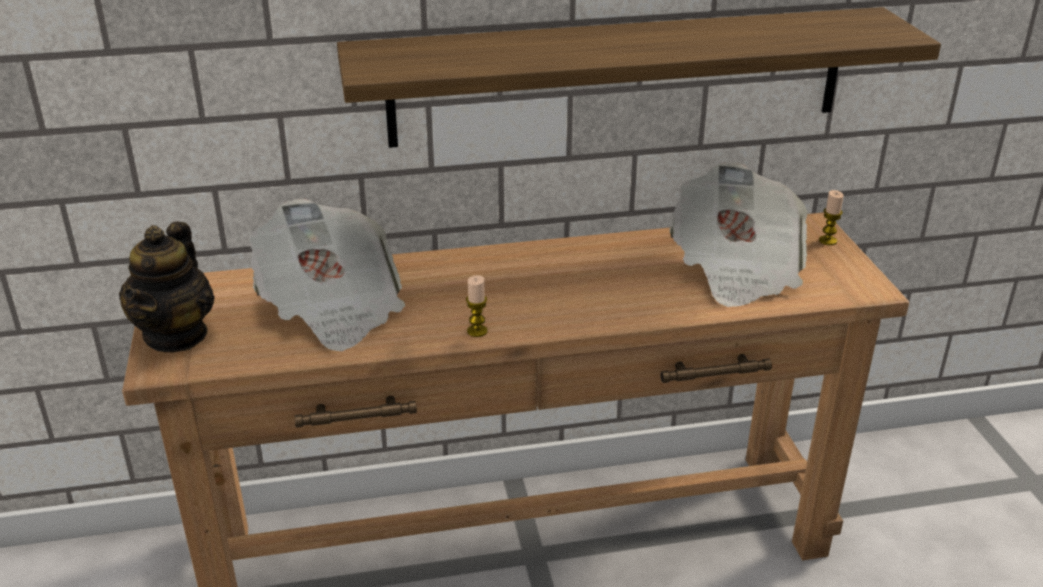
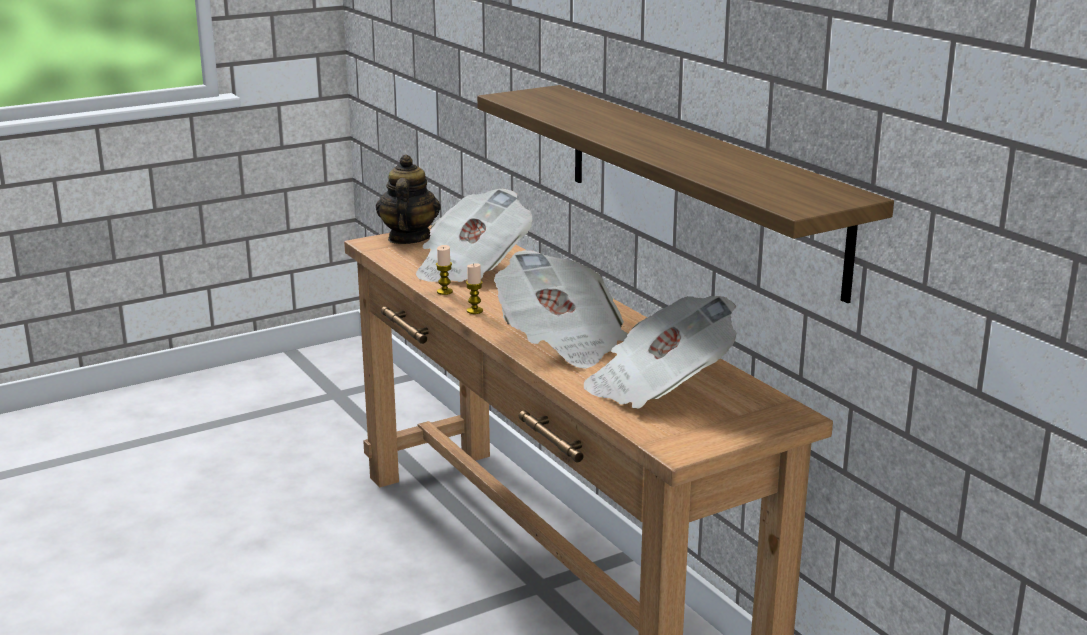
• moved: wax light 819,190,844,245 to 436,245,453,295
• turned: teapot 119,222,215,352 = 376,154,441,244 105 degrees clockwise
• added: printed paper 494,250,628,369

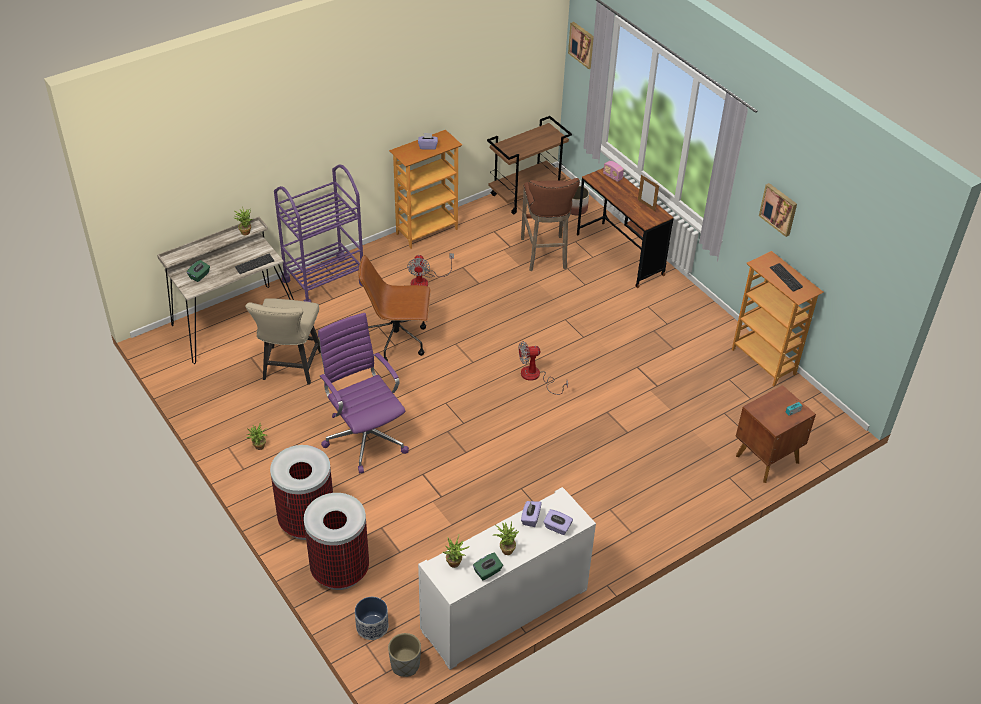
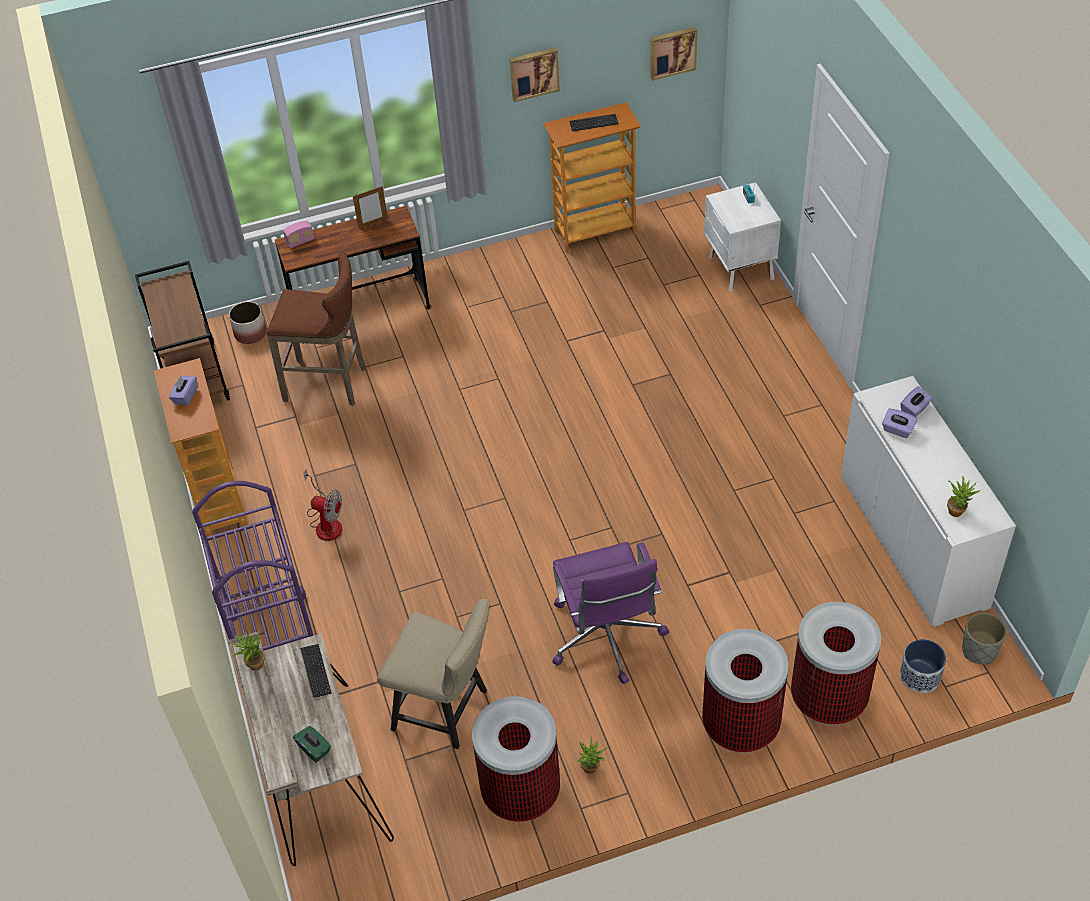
• moved: wall art 568,22,594,69 to 650,27,697,81
• removed: brown-coloured computer chair 358,255,431,361
• turned: purple-coloured computer chair 318,313,409,474 = 552,542,669,684 90 degrees counterclockwise
• removed: cooling fan 519,341,568,395
• recoloured: brown-coloured night table 736,385,816,483 to white-coloured night table 704,182,781,292
• removed: houseplant 493,521,519,555
• removed: green-coloured tissue holder 473,553,503,580
• added: waste bin 472,696,560,822

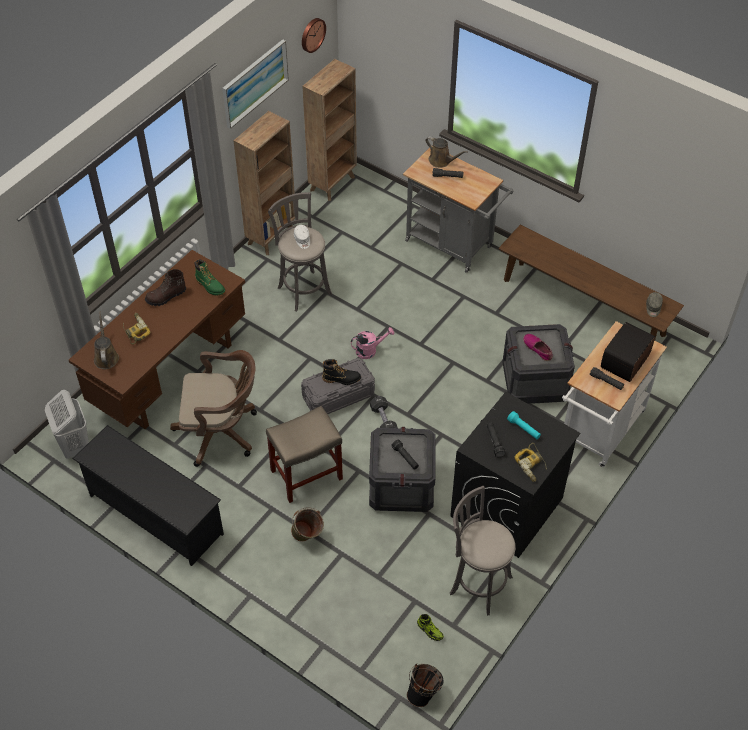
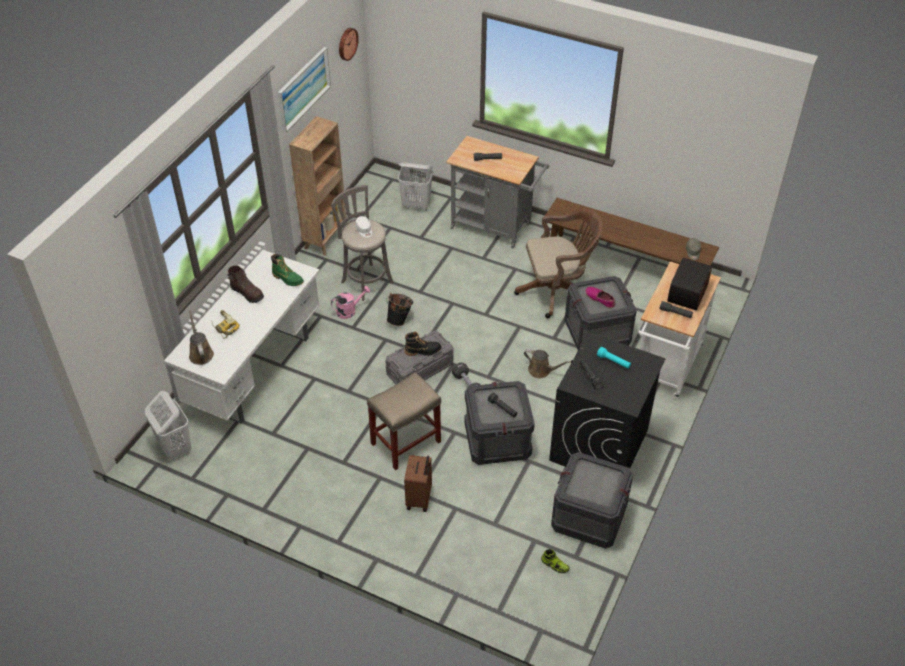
• removed: brown-coloured bookshelf 302,59,357,201
• moved: brown-coloured sprinkling can 425,136,468,168 to 524,349,571,378
• recoloured: brown-coloured desk 69,250,245,429 to white-coloured desk 164,250,320,424
• turned: brown-coloured boot 145,269,186,306 = 227,266,264,303 105 degrees counterclockwise
• moved: pink sprinkling can 351,327,394,359 to 331,286,370,319
• moved: brown-coloured computer chair 170,350,257,467 to 514,209,602,318
• removed: black shoe shelf 72,425,224,566
• removed: drill 515,443,547,482
• replaced: gray stool 450,486,516,616 to shipping crate 551,452,633,549
• replaced: green-coloured pail 291,507,324,542 to brown-coloured piece of luggage 404,455,432,512
• moved: black pail 407,663,444,707 to 387,293,413,326
• added: white-coloured laundry basket 398,163,433,211

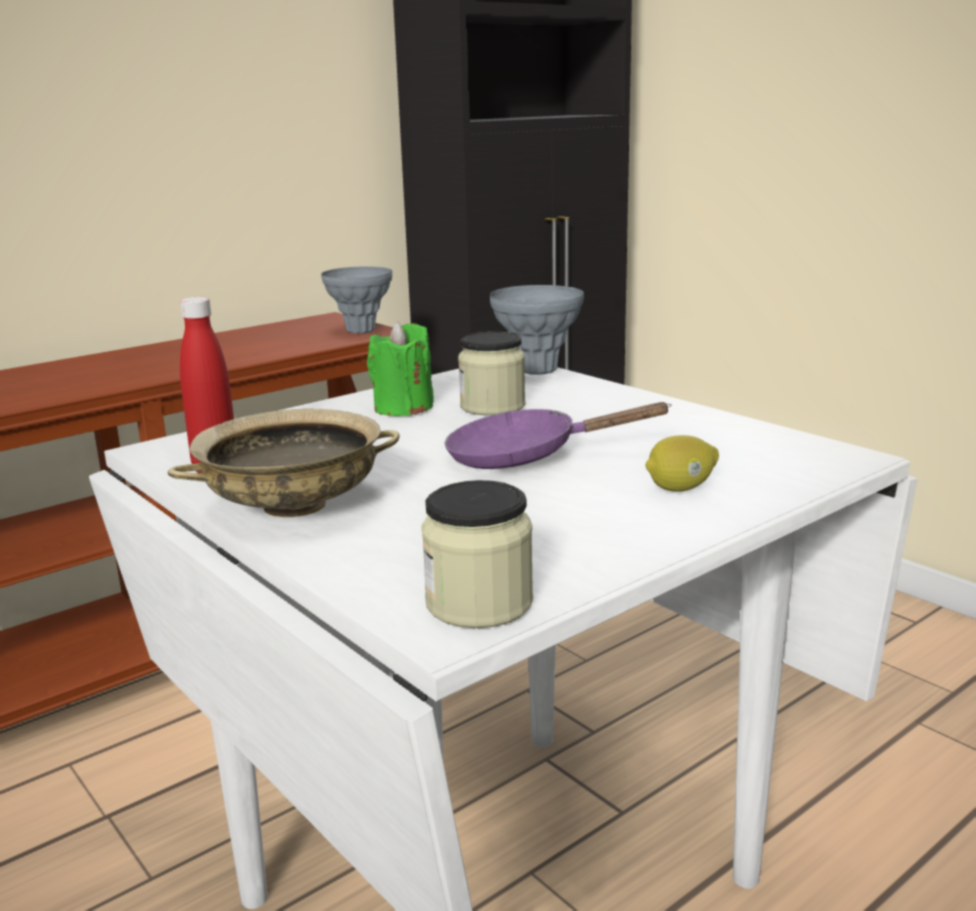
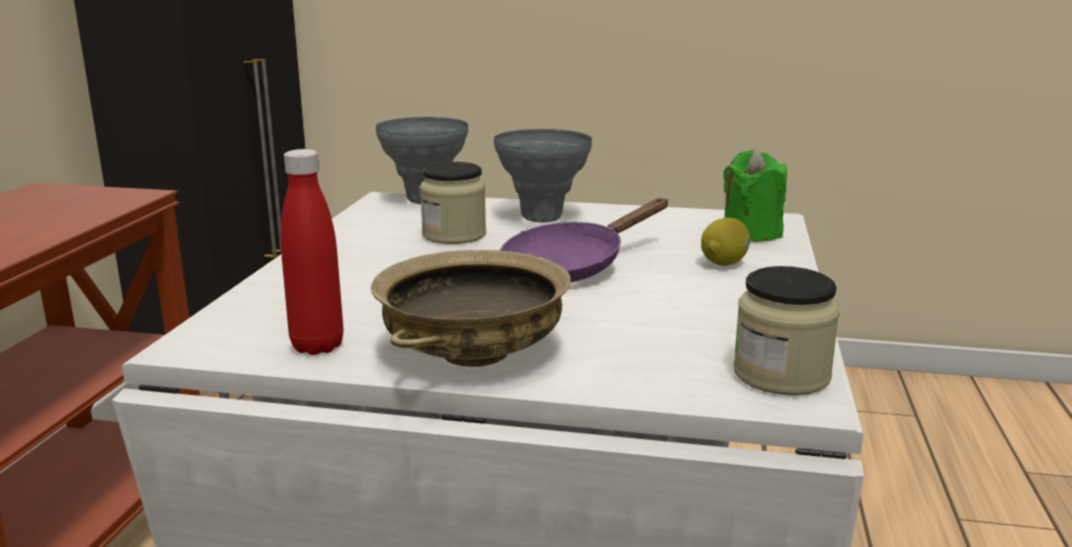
• moved: gray decorative vase 321,266,392,334 to 494,129,592,222
• moved: green-coloured wax light 367,321,434,416 to 723,149,787,242

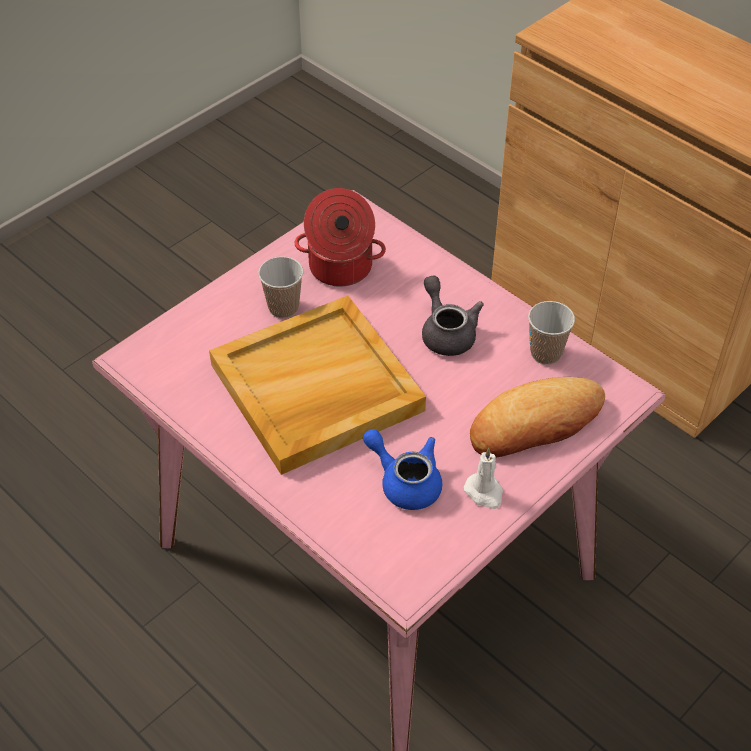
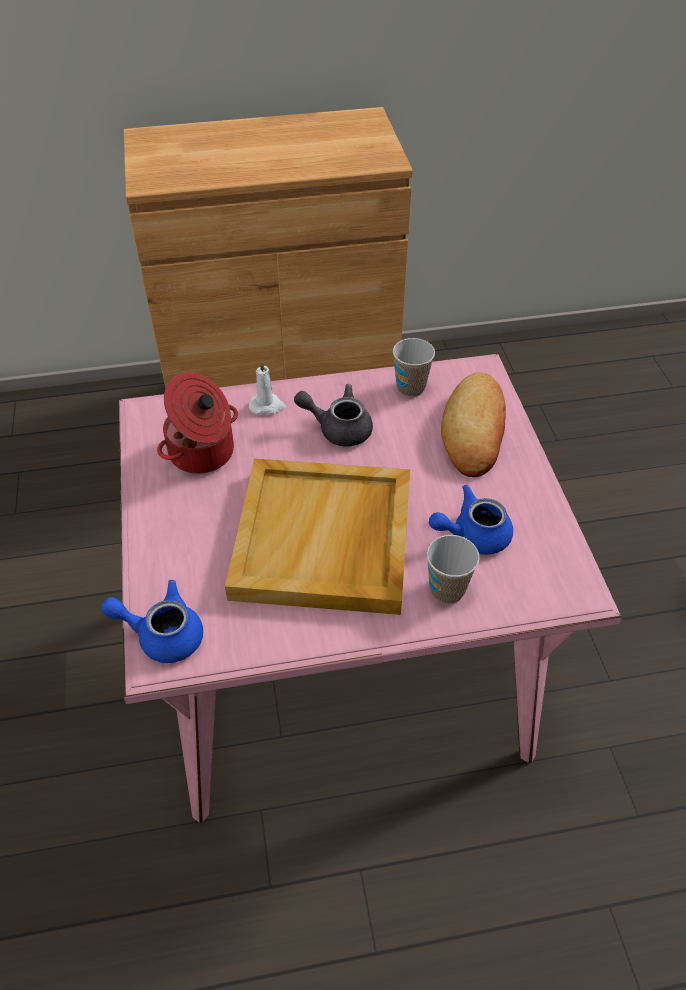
• moved: small cup 258,256,303,318 to 426,535,480,604
• moved: white-coloured wax light 464,448,503,509 to 249,360,286,415
• added: blue teapot 101,580,203,663

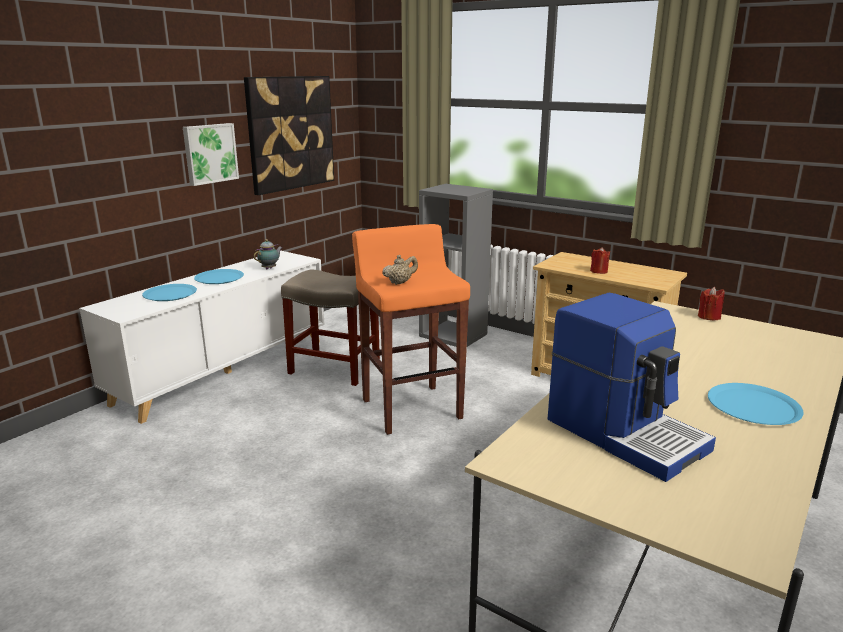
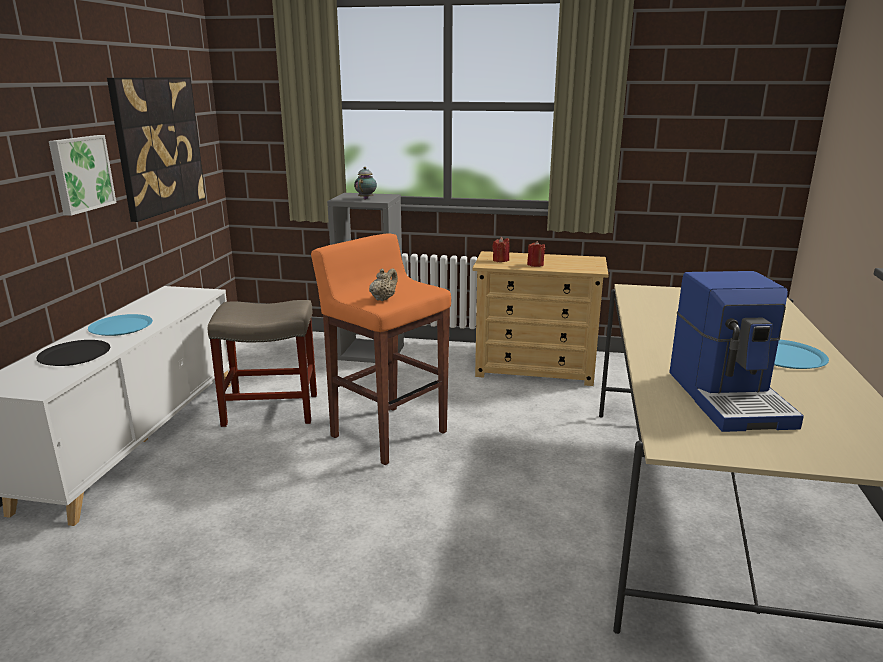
• moved: teapot 254,239,283,270 to 354,167,377,199
• recoloured: blue dinner plate 142,284,197,301 to black dinner plate 36,340,110,366
• moved: reddish wax light 698,287,725,320 to 492,237,510,262
• turned: coffee maker 548,293,716,482 = 669,271,804,432 60 degrees clockwise

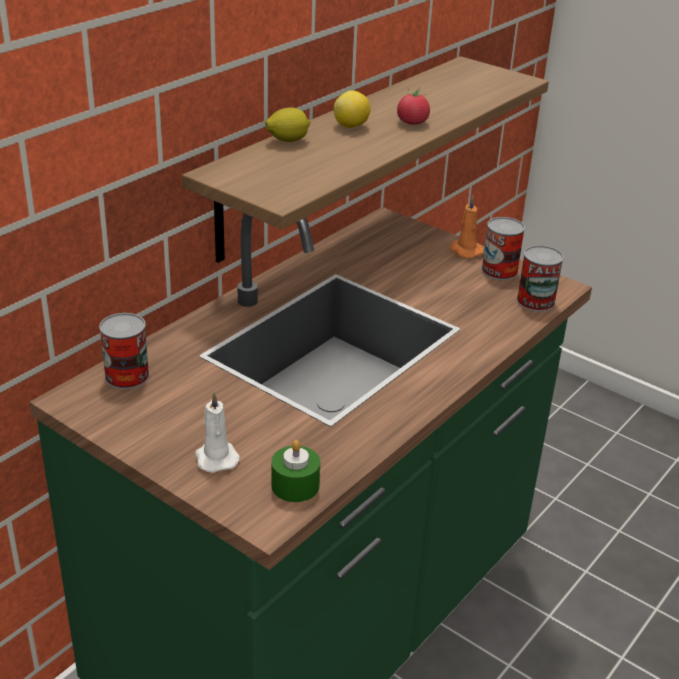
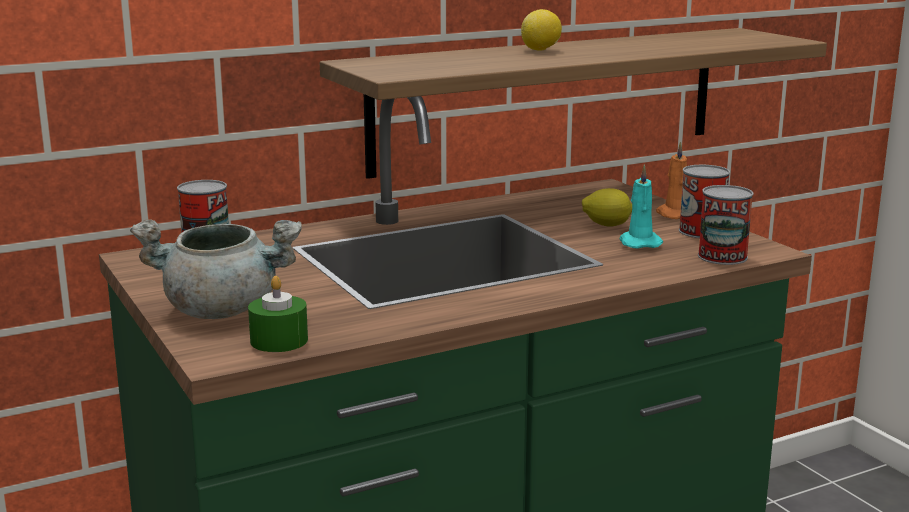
• removed: tomato 397,87,430,125
• moved: whole lemon 265,107,311,142 to 582,188,632,227
• replaced: white-coloured wax light 195,391,240,473 to gray stockpot 130,219,301,319
• added: blue-green wax light 620,164,663,249

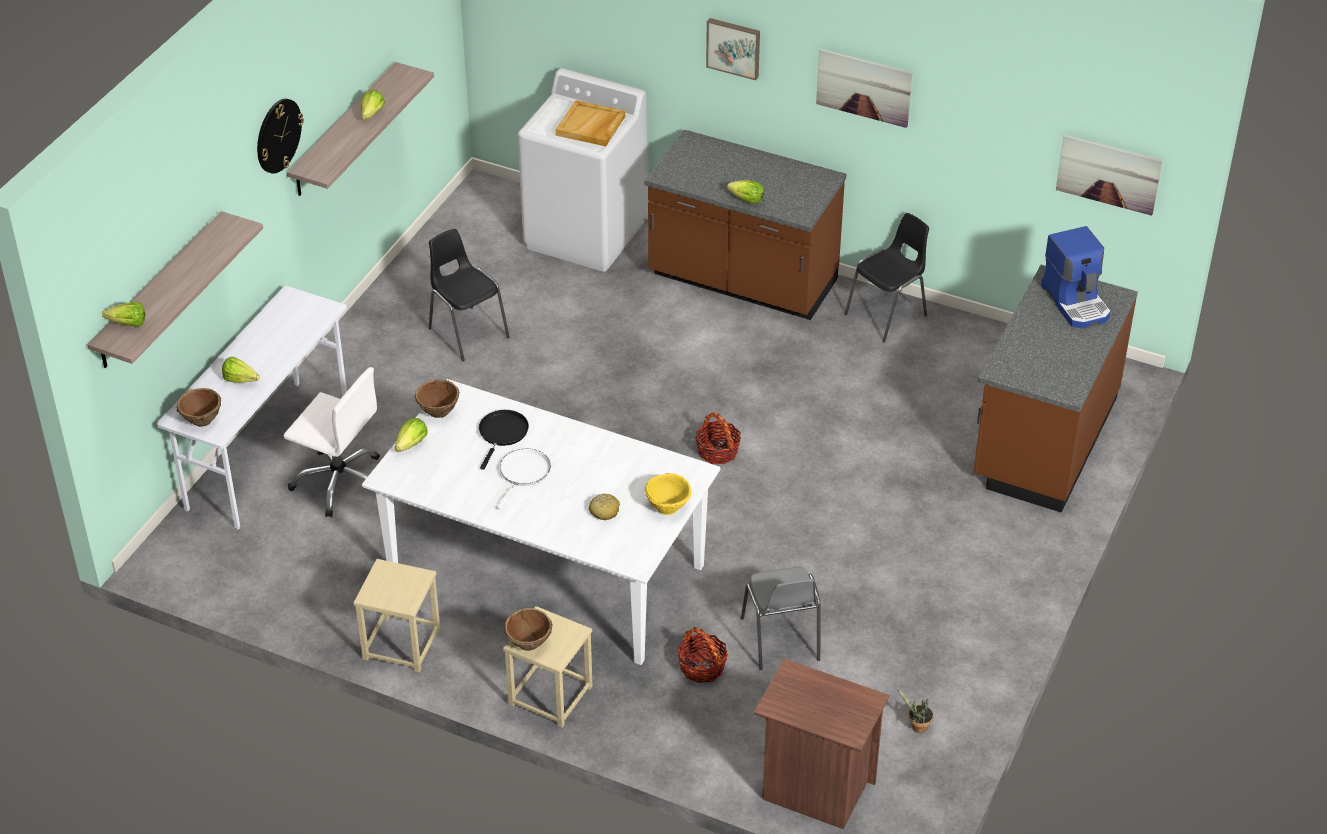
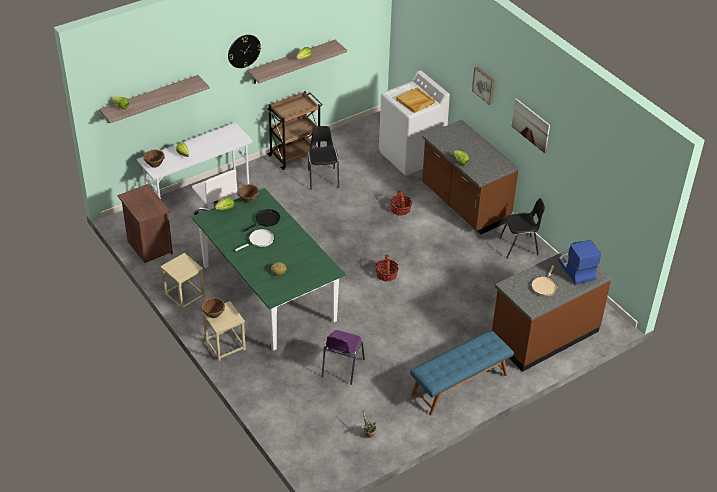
• removed: wall art 1056,134,1163,216
• turned: coffee maker 1041,226,1111,329 = 559,240,601,285 150 degrees clockwise
• recoloured: white-coloured dinner table 362,379,721,665 to green-coloured dinner table 192,188,346,351
• removed: yellow bowl 645,473,692,515
• recoloured: gray chair 741,567,820,670 to purple-coloured chair 322,330,365,385
• moved: storage basket 678,627,728,683 to 390,190,412,216
• moved: brown-coloured night table 754,659,889,829 to 117,184,173,263
• added: brown-coloured trolley 266,91,323,170
• added: sand-coloured skillet 532,265,558,296
• added: blue long seat 410,330,514,416

